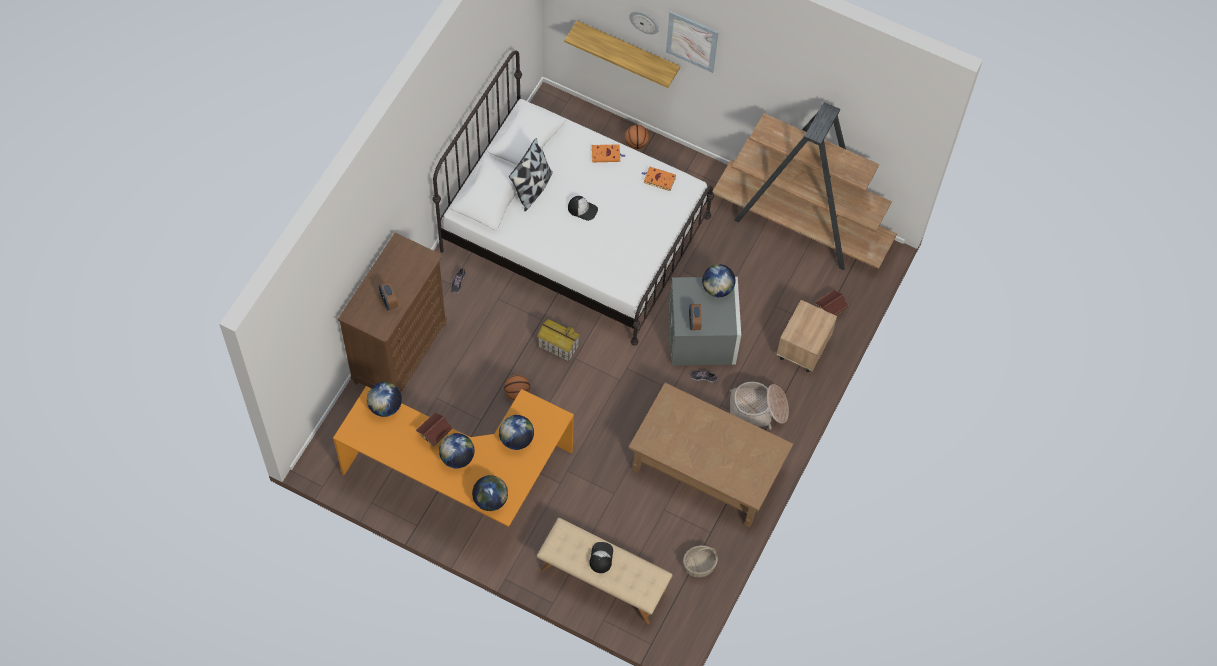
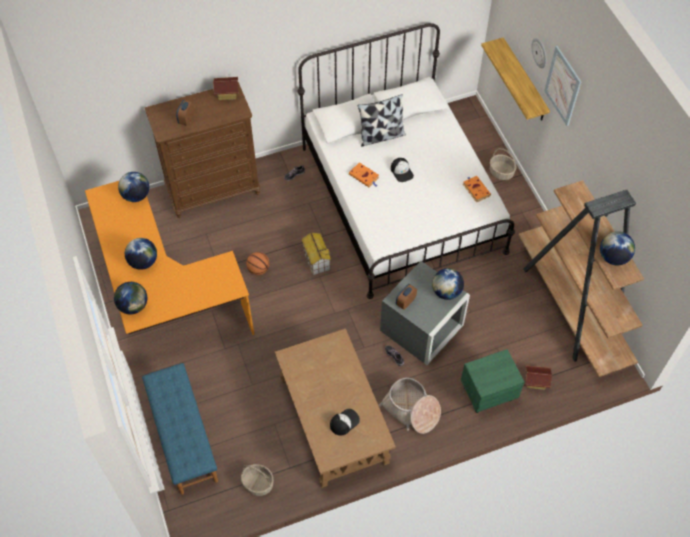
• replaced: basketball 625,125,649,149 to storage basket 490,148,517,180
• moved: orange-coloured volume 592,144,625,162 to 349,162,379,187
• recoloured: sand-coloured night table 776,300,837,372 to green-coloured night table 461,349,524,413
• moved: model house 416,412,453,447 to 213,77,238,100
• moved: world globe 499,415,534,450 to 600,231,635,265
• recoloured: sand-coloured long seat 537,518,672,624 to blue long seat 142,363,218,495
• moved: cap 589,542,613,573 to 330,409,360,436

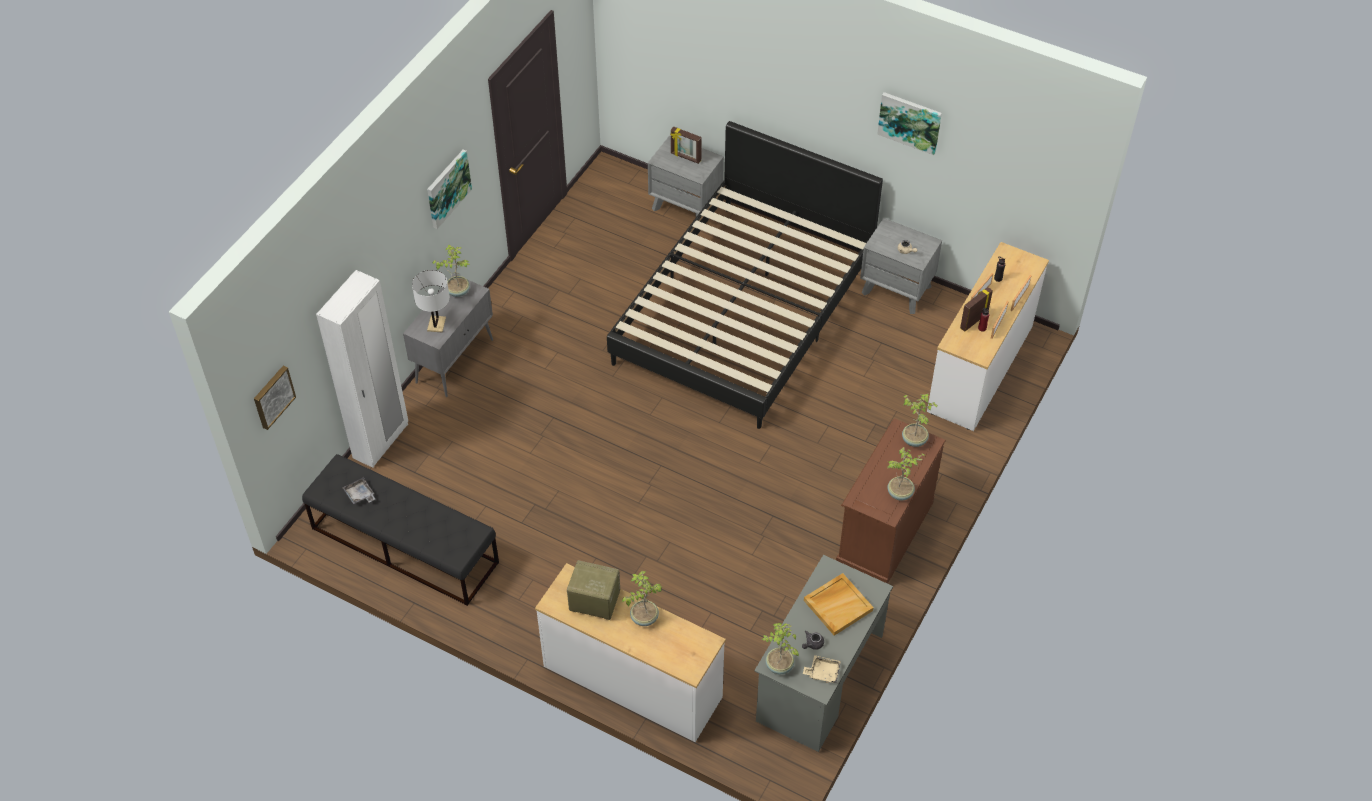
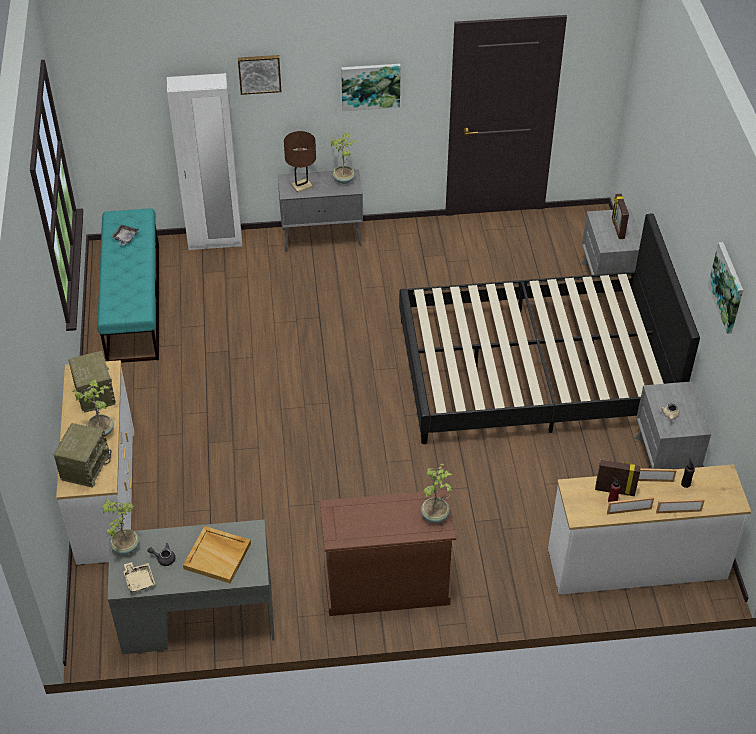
• recoloured: white-coloured lamp for a table 412,270,450,332 to brown-coloured lamp for a table 284,131,316,193
• moved: wall art 254,366,296,430 to 238,55,281,95
• removed: houseplant 887,447,925,501
• recoloured: black long seat 302,454,499,606 to blue-green long seat 97,208,159,363
• added: radio set 54,423,111,487

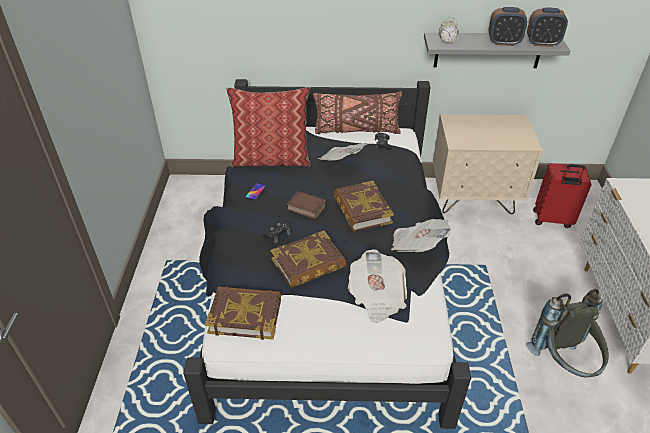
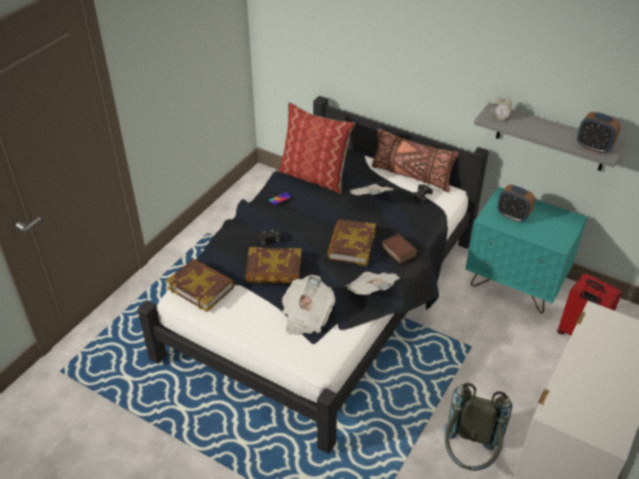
• moved: table clock 488,7,527,46 to 497,185,535,222
• recoloured: sand-coloured night table 433,114,543,214 to blue-green night table 465,187,587,314
• moved: volume 287,191,327,220 to 382,233,418,264

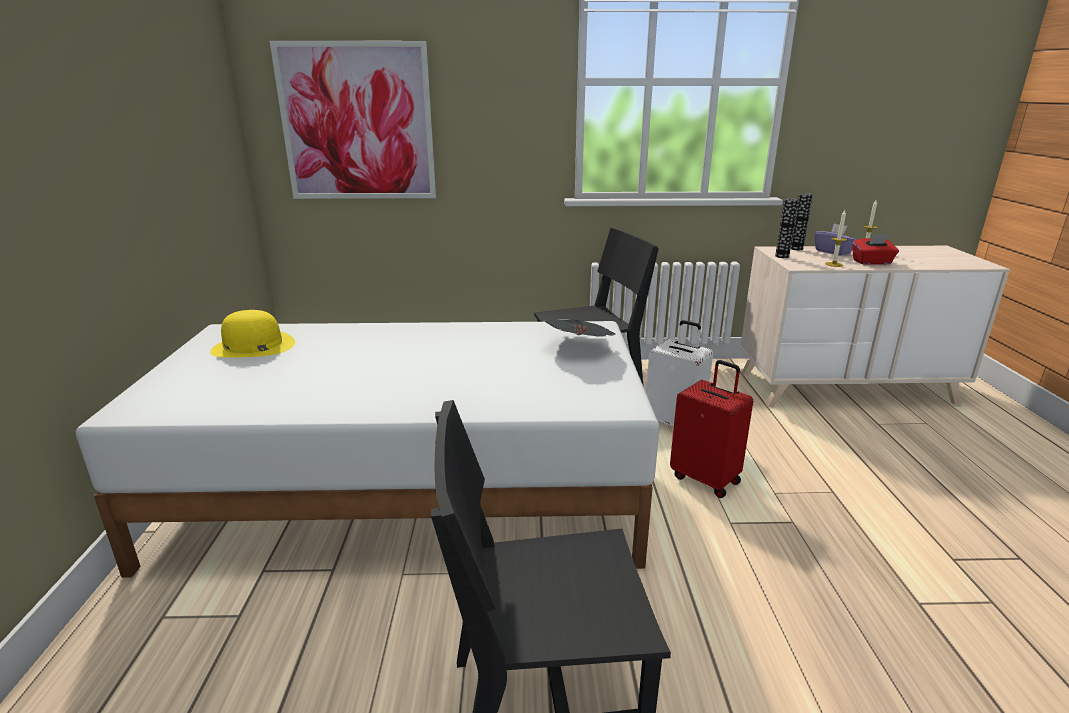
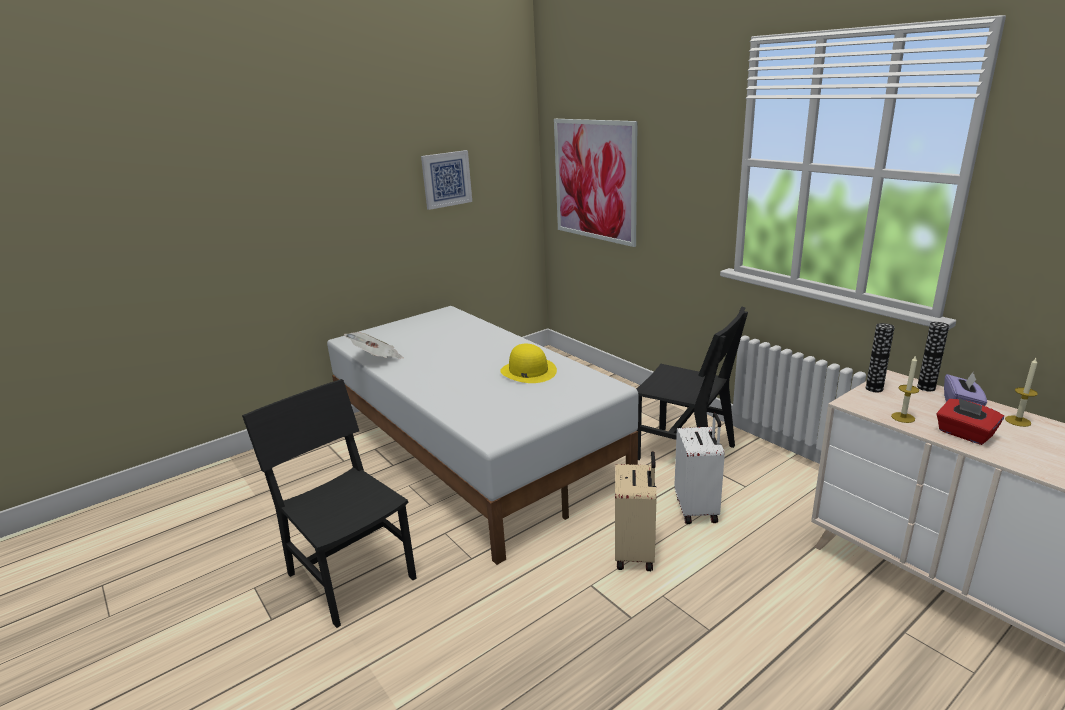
• moved: yellow clothing hat 210,310,295,357 to 500,344,557,383
• moved: printed paper 541,319,616,337 to 344,333,404,358
• recoloured: reddish piece of luggage 670,360,753,498 to sand-coloured piece of luggage 615,451,657,571
• added: wall art 421,150,472,210

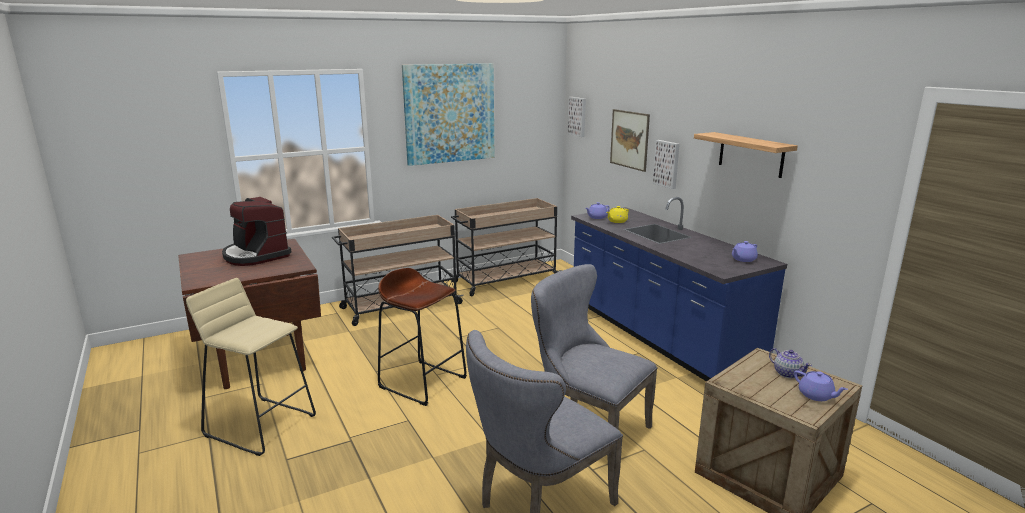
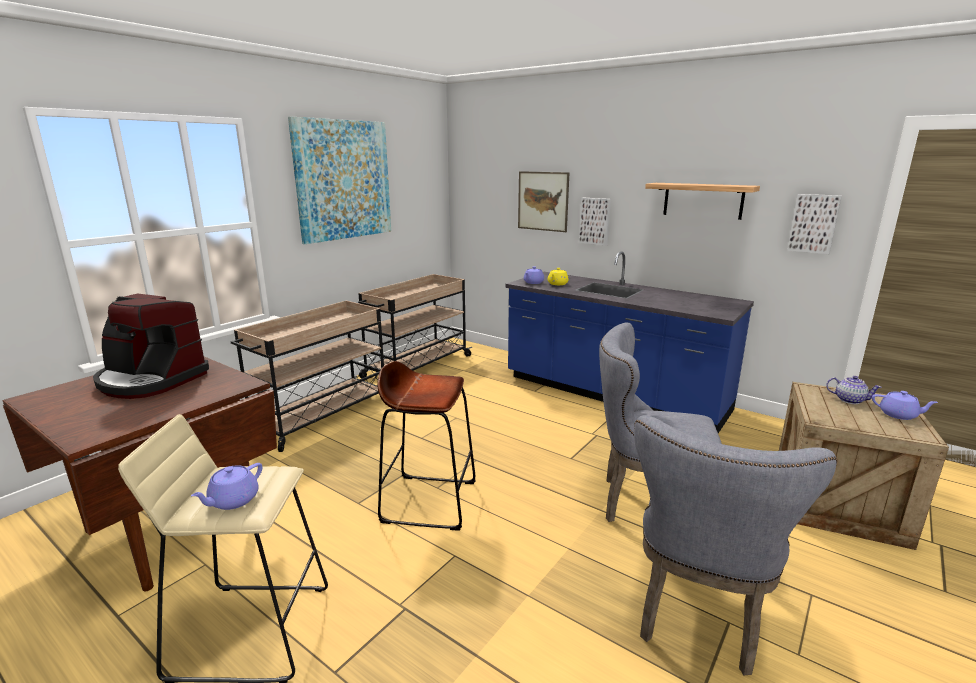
• moved: wall art 568,97,586,137 to 787,194,842,254
• moved: purple-coloured teapot 732,241,758,262 to 191,463,262,510

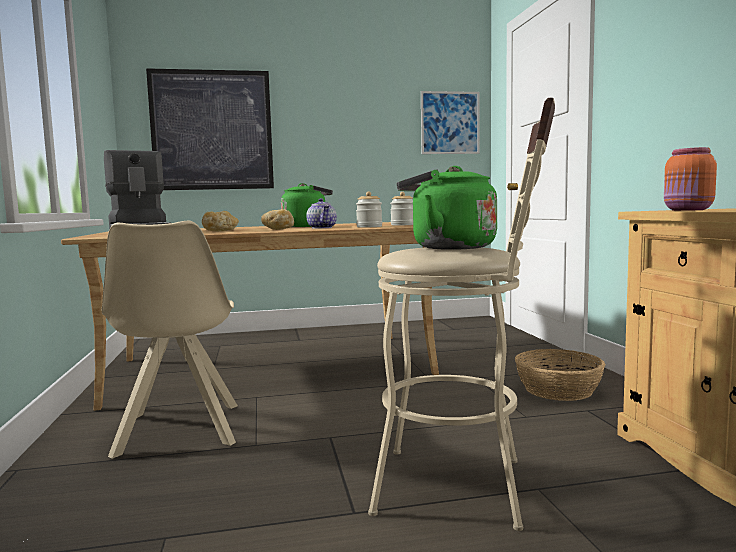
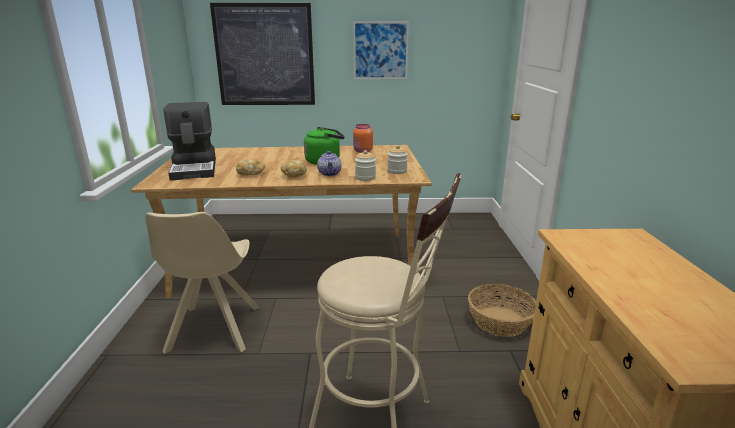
• moved: wall art 421,91,479,154 to 353,21,409,79
• moved: orange-coloured jar 664,147,717,211 to 353,124,373,153
• removed: green-coloured tea kettle 397,166,497,250

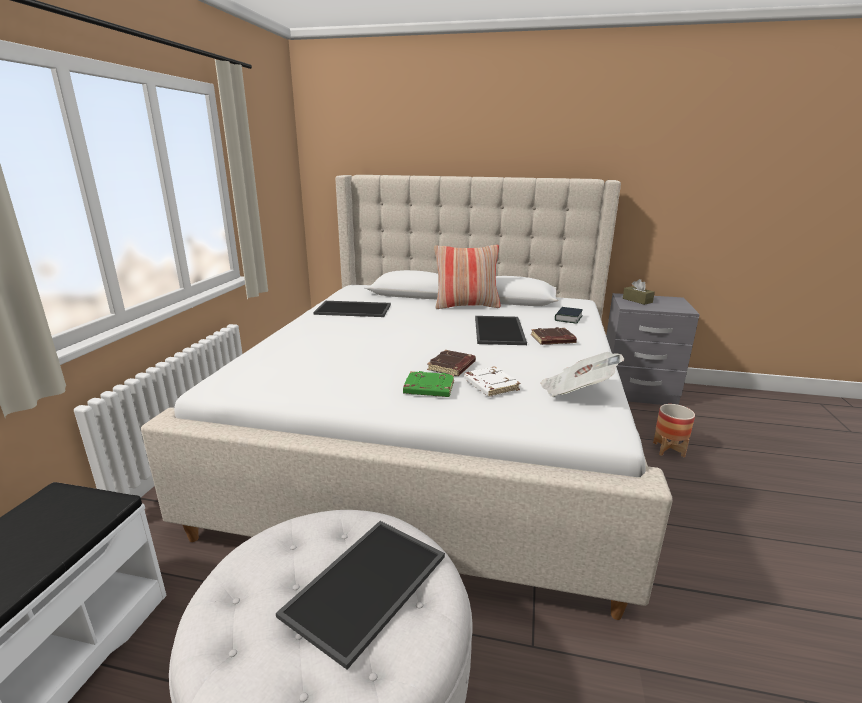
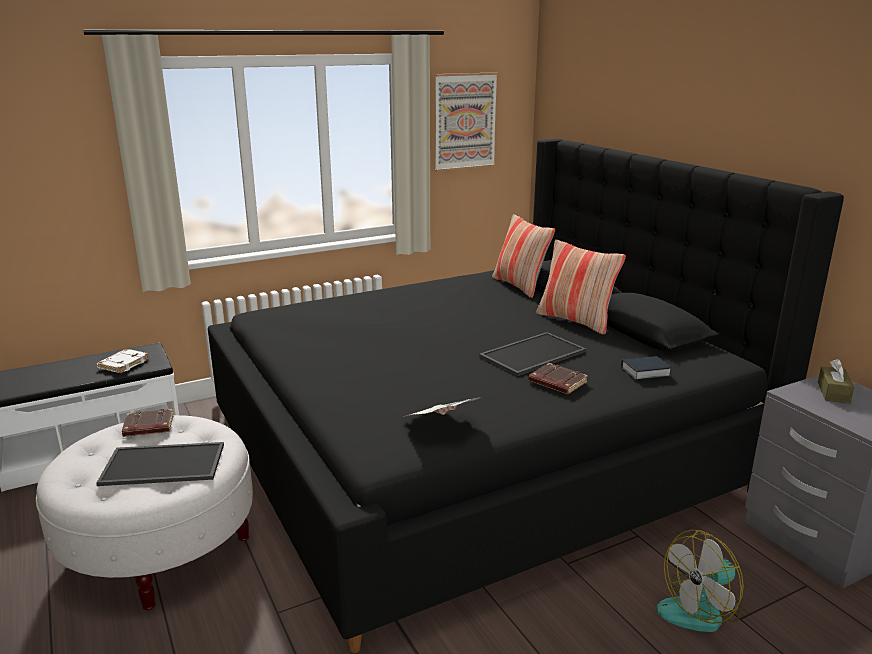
• recoloured: sand-coloured sleeping bed 141,175,673,620 to black sleeping bed 208,139,844,653
• removed: serving tray 313,301,391,317
• moved: brown-coloured volume 427,350,476,376 to 122,409,174,437
• moved: white-coloured volume 464,366,520,397 to 97,349,149,373
• removed: green-coloured volume 403,371,454,397
• replaced: planter 653,404,695,457 to cooling fan 656,530,744,632
• added: wall art 435,72,498,172
• added: throw pillow 492,214,555,298

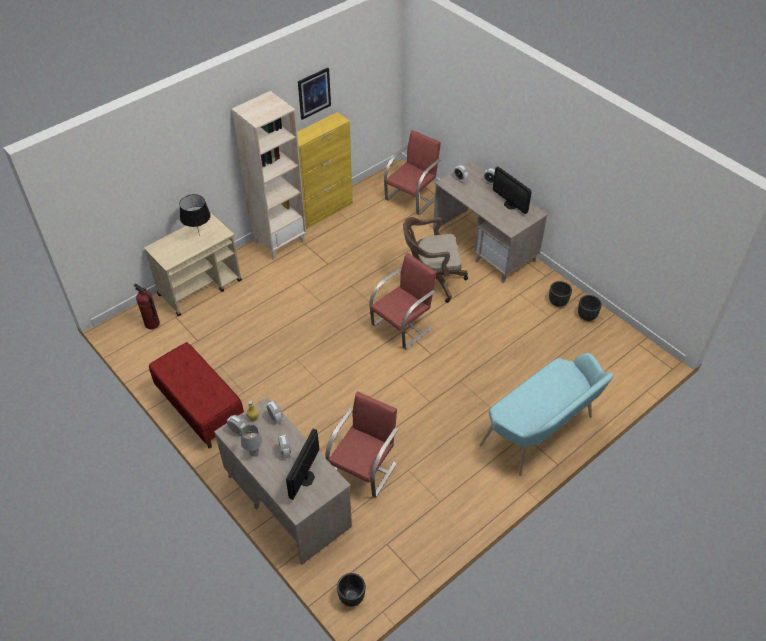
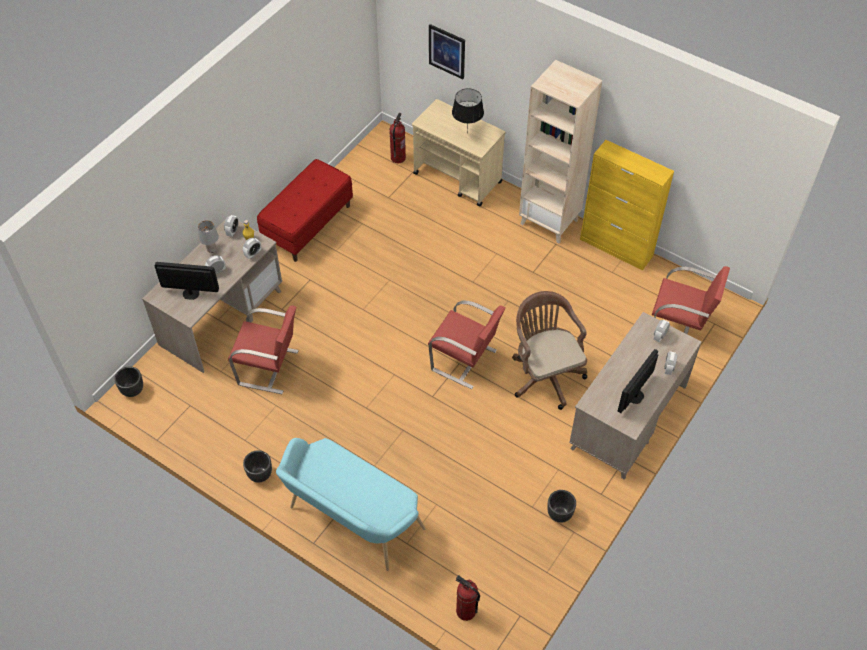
• moved: wall art 298,68,331,120 to 429,24,465,79
• moved: black planter 578,295,602,321 to 243,450,272,482
• added: fire-fighting cylinder 456,575,480,621

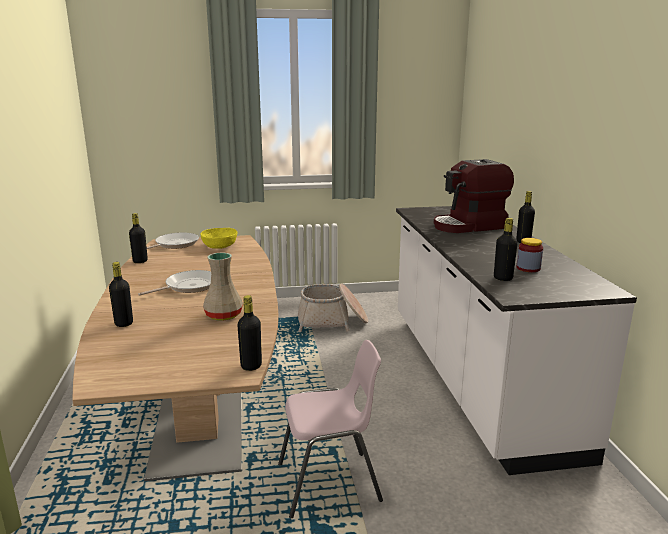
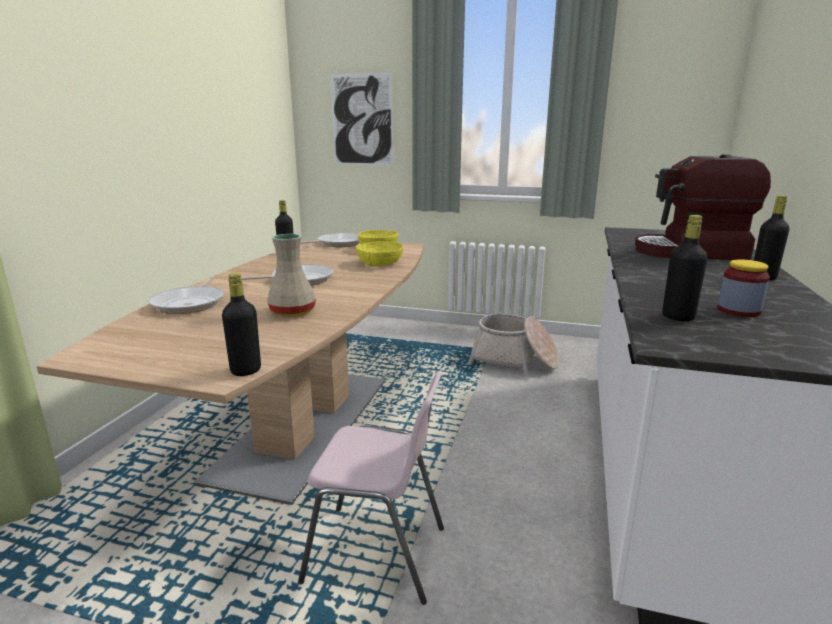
• replaced: black bottle 109,262,133,327 to skillet 148,278,224,314
• added: wall art 330,73,393,166
• added: yellow bowl 356,241,403,267

